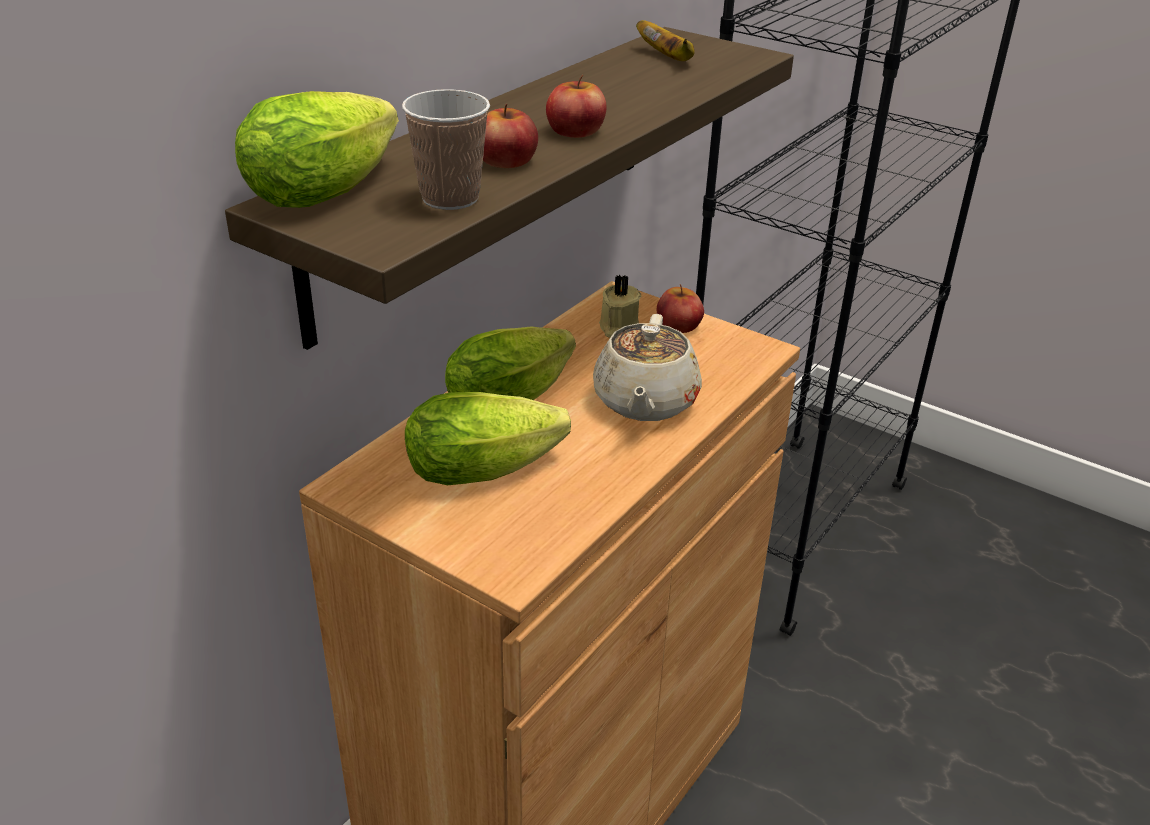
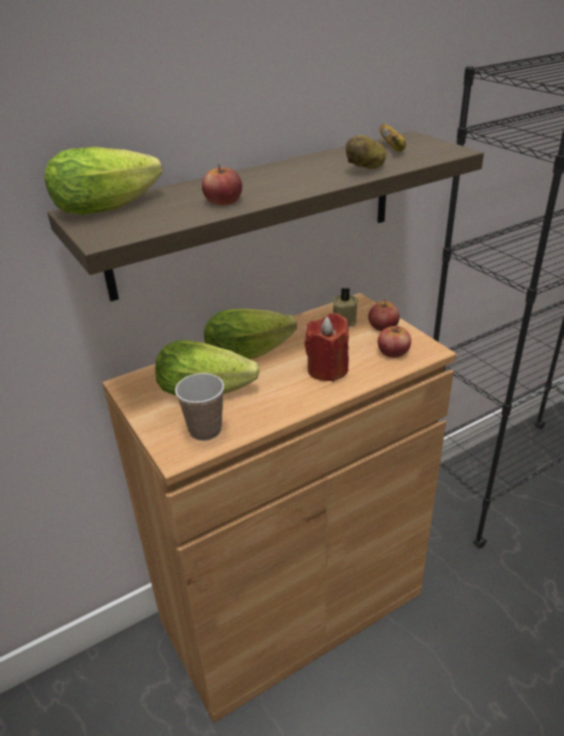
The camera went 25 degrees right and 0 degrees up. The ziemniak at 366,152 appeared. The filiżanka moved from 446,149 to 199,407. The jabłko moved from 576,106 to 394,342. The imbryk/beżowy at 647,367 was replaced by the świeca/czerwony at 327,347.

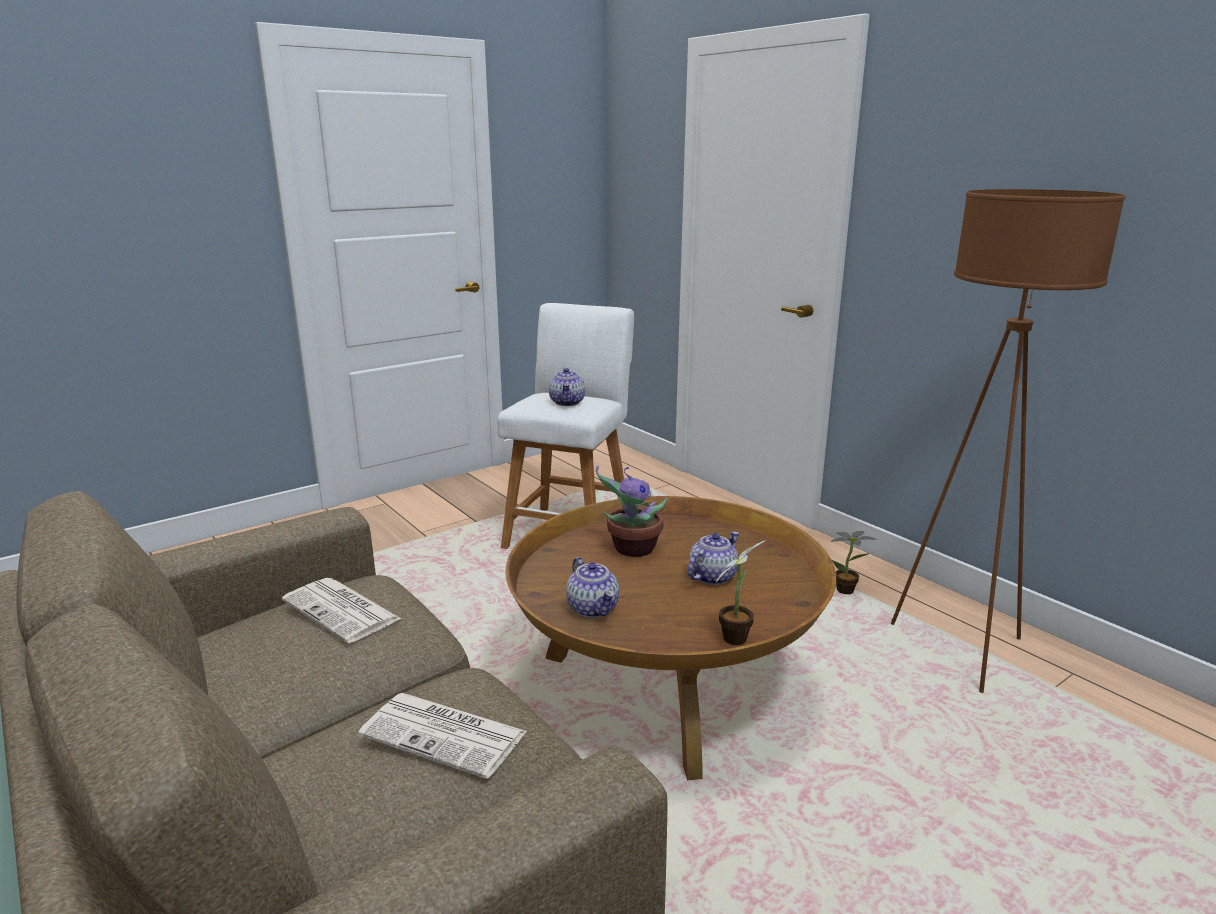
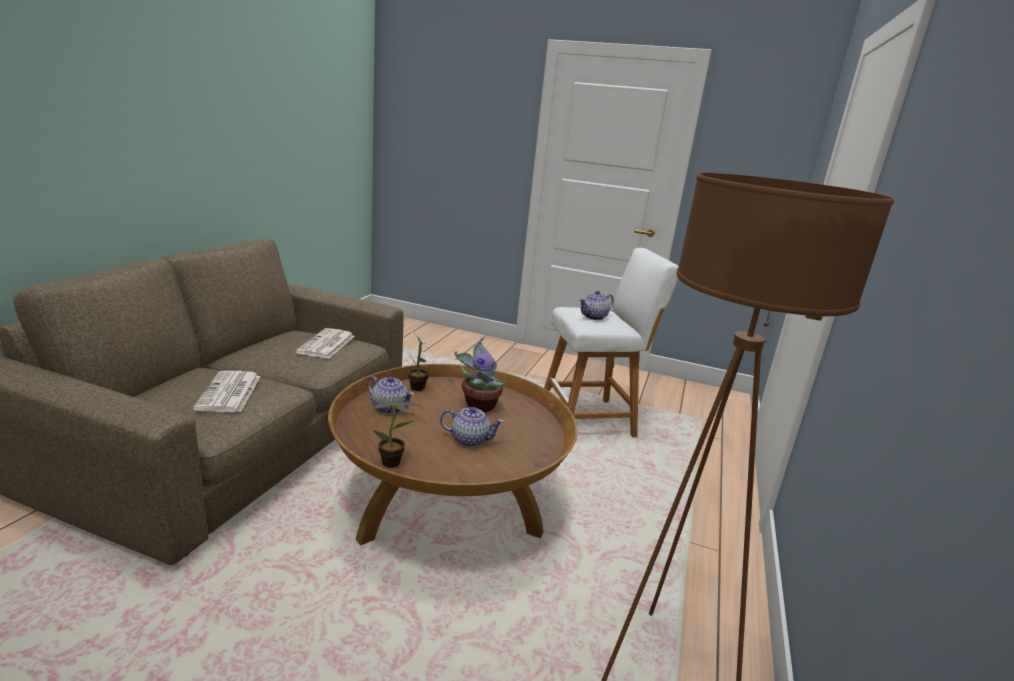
The camera went 55 degrees right and 0 degrees up. The roślina doniczkowa moved from 854,562 to 421,360. The imbryk at 592,587 turned 90 degrees counterclockwise.

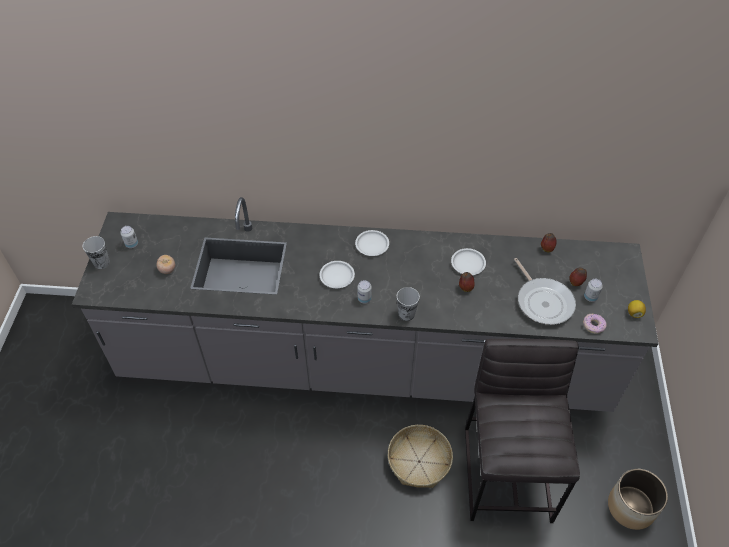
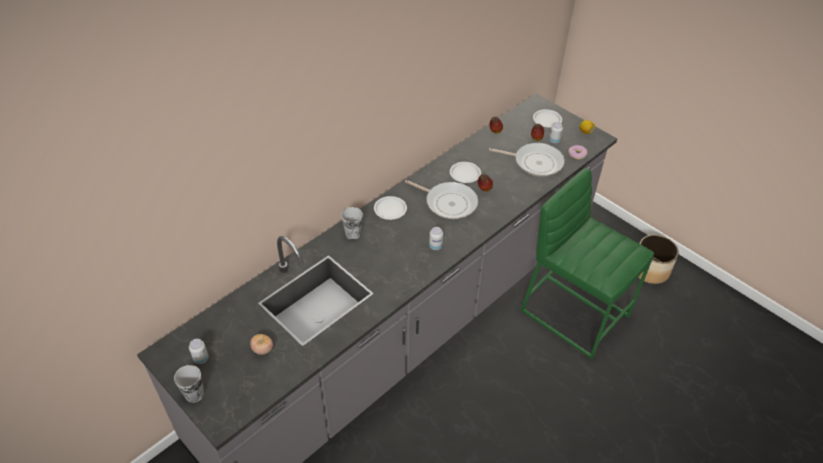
The camera went 50 degrees left and 5 degrees down. The koszyk at 420,456 disappeared. The patelnia at 441,199 appeared. The talerz/biały moved from 337,274 to 547,118. The filiżanka moved from 408,304 to 352,223. The stołek/szary at 522,431 became the stołek/zielony at 587,263.

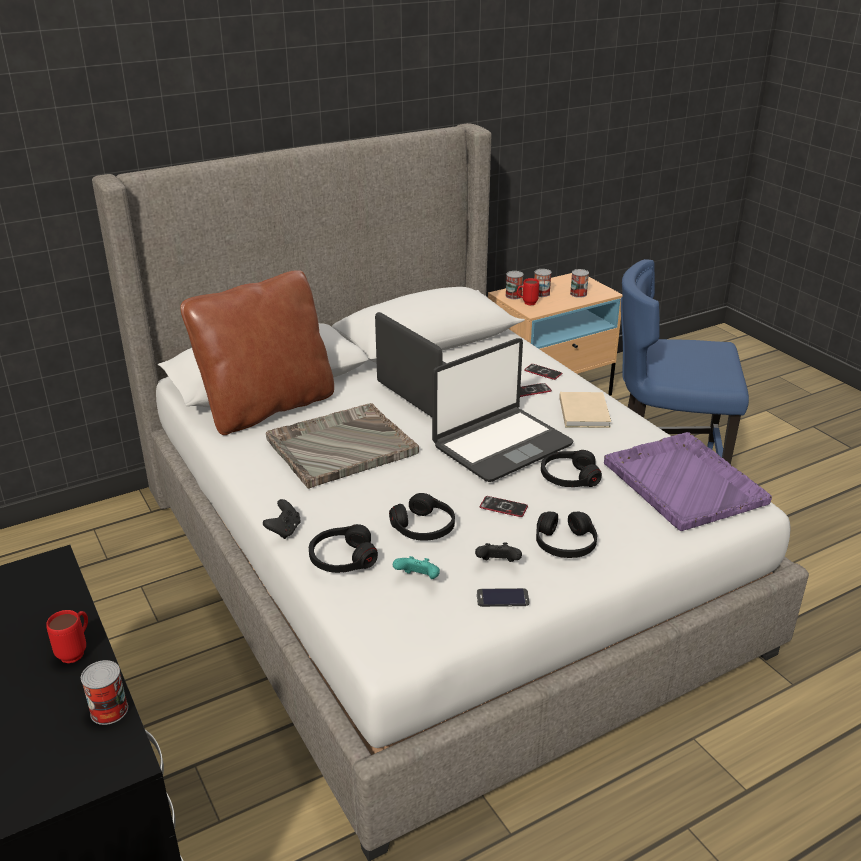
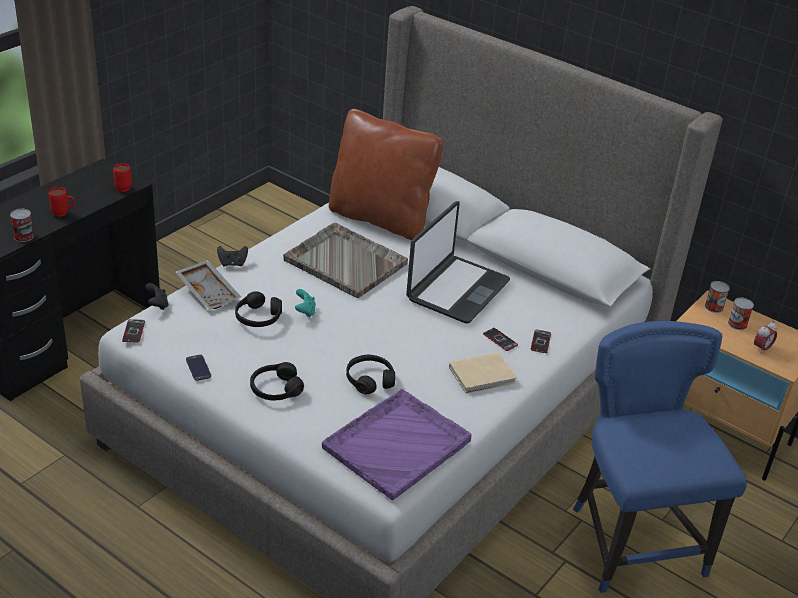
The camera went 65 degrees right and 5 degrees up. The laptop at 503,410 disappeared. The pad do gier/turkusowy moved from 416,567 to 305,303. The pad do gier/czarny moved from 498,552 to 157,296. The telefon moved from 504,506 to 133,330. The kubek/czerwony moved from 528,291 to 122,177. The słuchawki/czarny at 343,548 was replaced by the taca/szary at 208,285. The puszka at 579,283 was replaced by the budzik at 765,337.

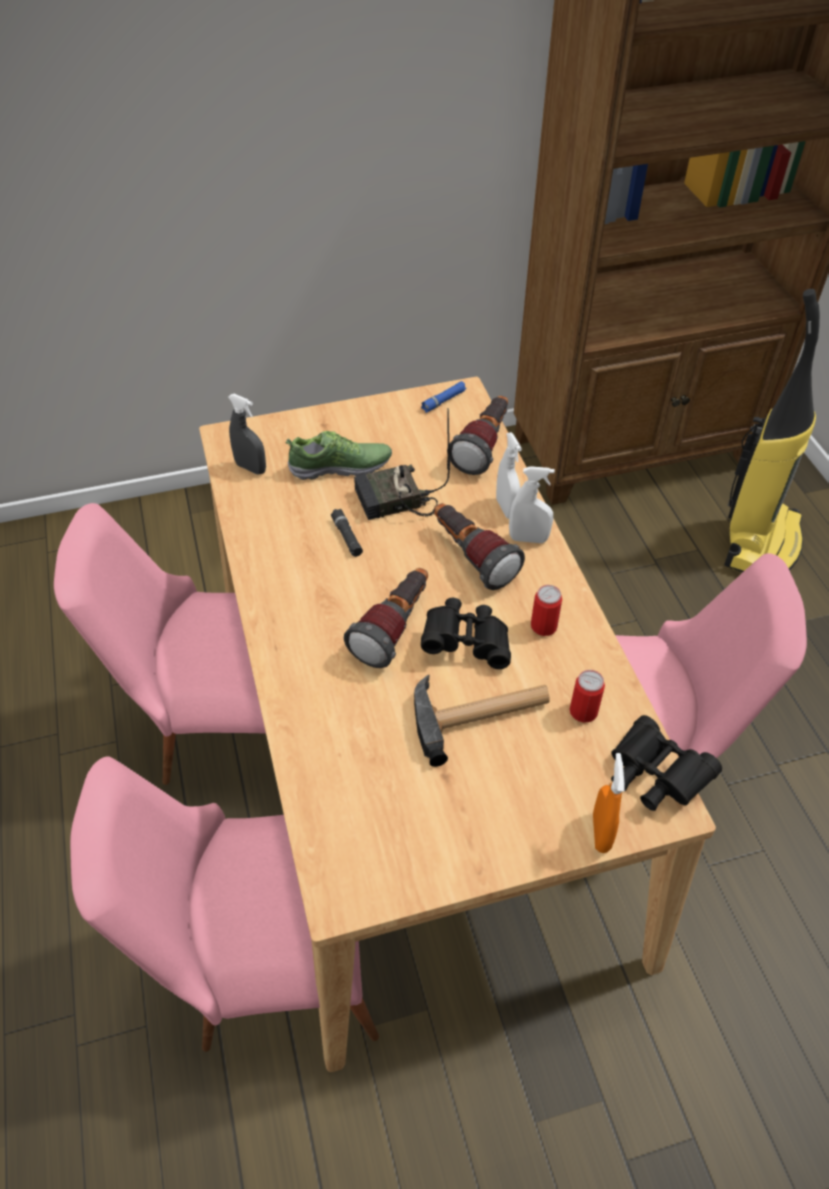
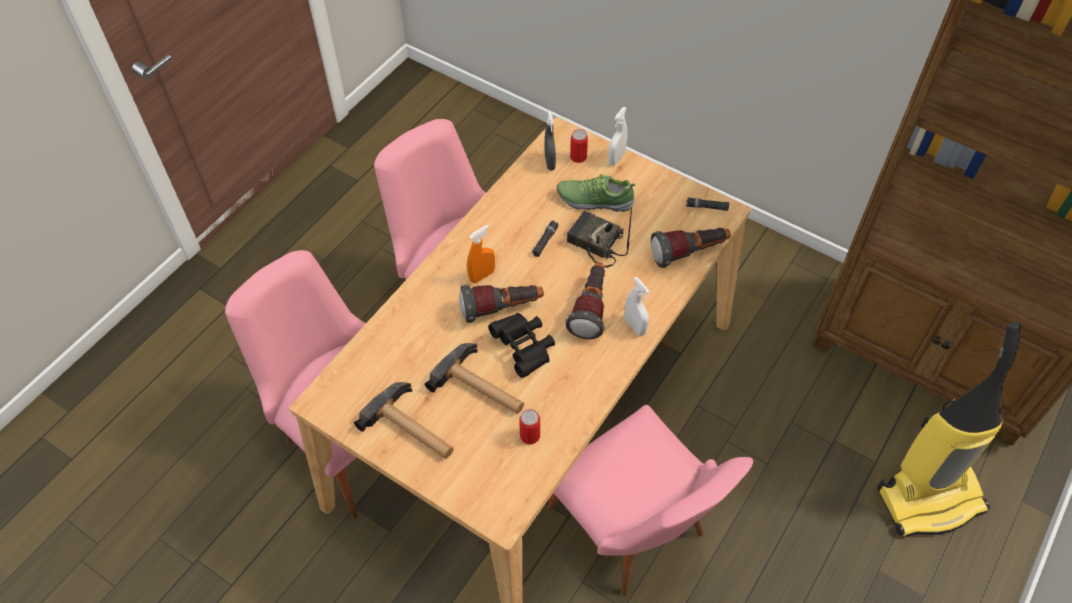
The camera went 50 degrees right and 5 degrees up. The lornetka/czarny at 666,763 disappeared. The młotek at 404,420 appeared. The spryskiwacz/biały moved from 509,475 to 618,136. The puszka moved from 546,610 to 579,146. The spryskiwacz/pomarańczowy moved from 609,803 to 481,254. The latarka/niebieski at 443,397 became the latarka/czarny at 707,204. The but at 338,455 turned 150 degrees clockwise.

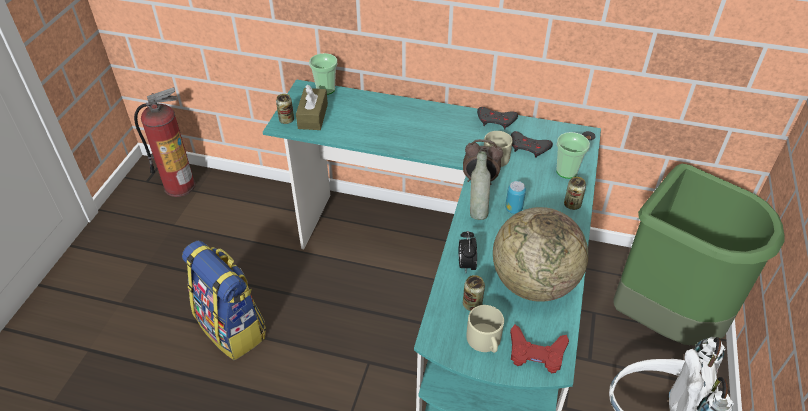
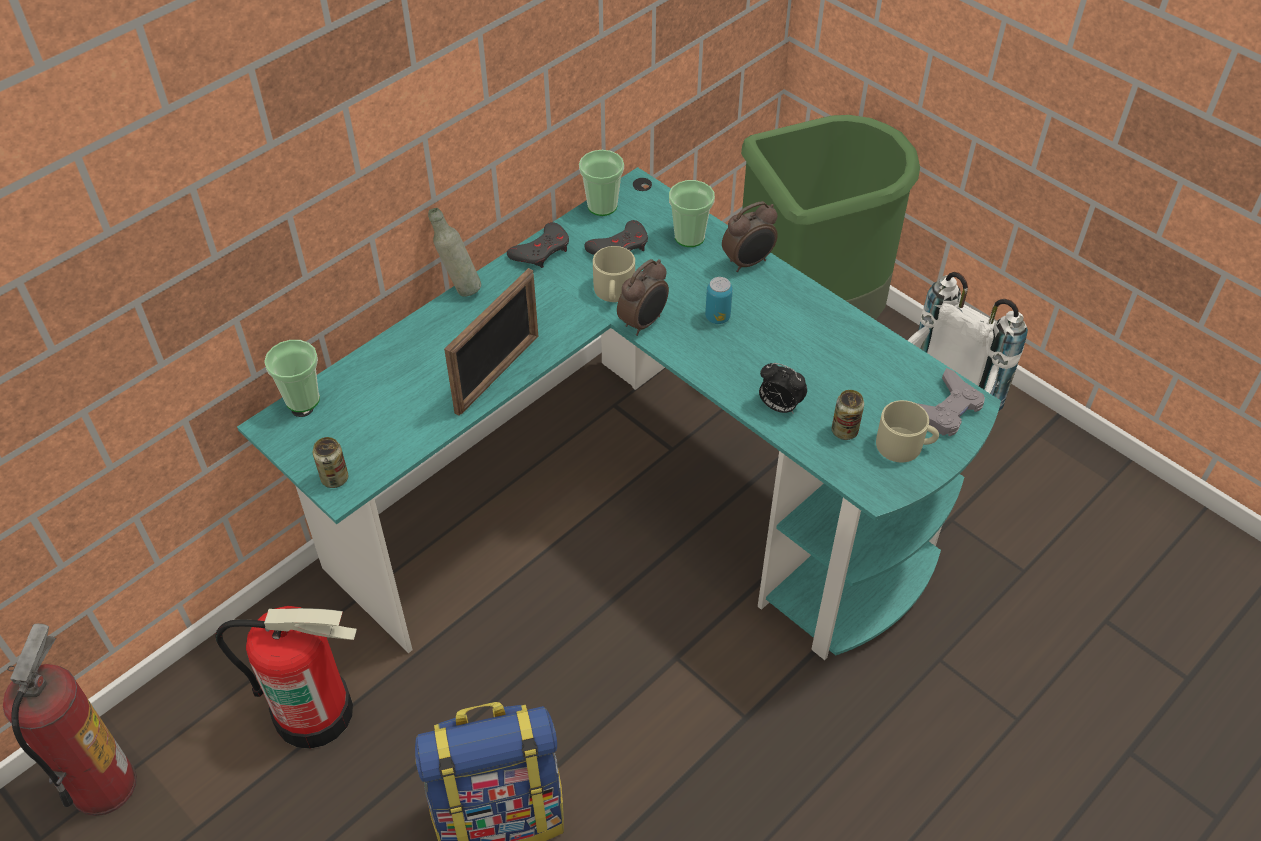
The camera went 60 degrees left and 5 degrees up. The pudełko chusteczek/brązowy at 312,107 disappeared. The globus at 540,254 disappeared. The gaśnica at 286,677 appeared. The ramka na zdjęcie at 491,342 appeared. The filiżanka at 601,183 appeared. The butelka/szary moved from 480,185 to 454,252. The puszka at 575,193 was replaced by the budzik at 750,236. The pad do gier/czerwony at 539,349 became the pad do gier/szary at 950,402.

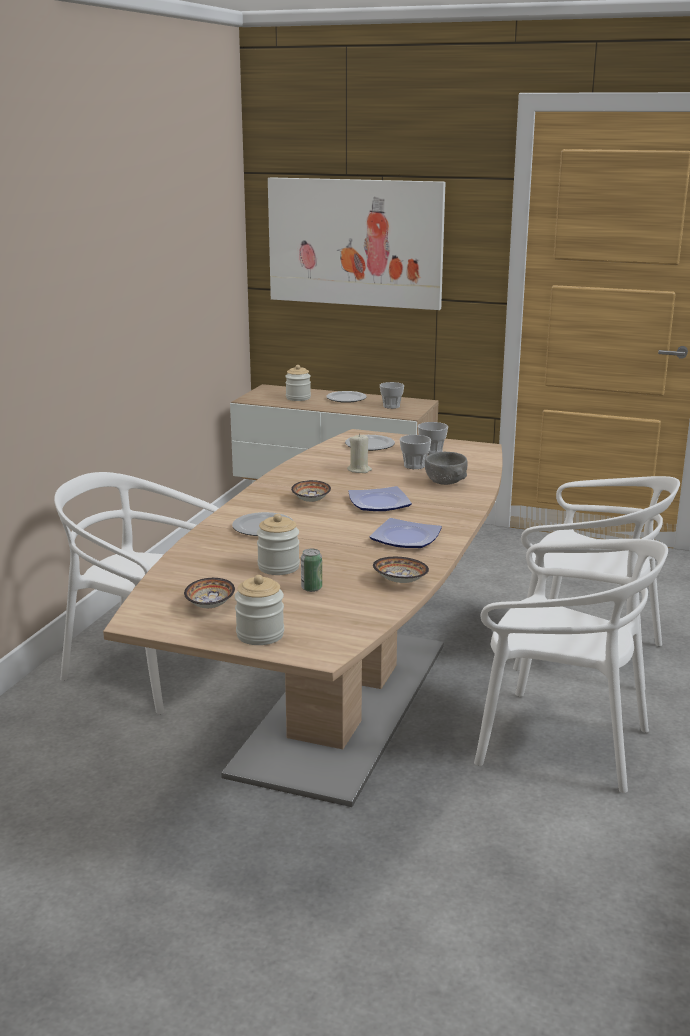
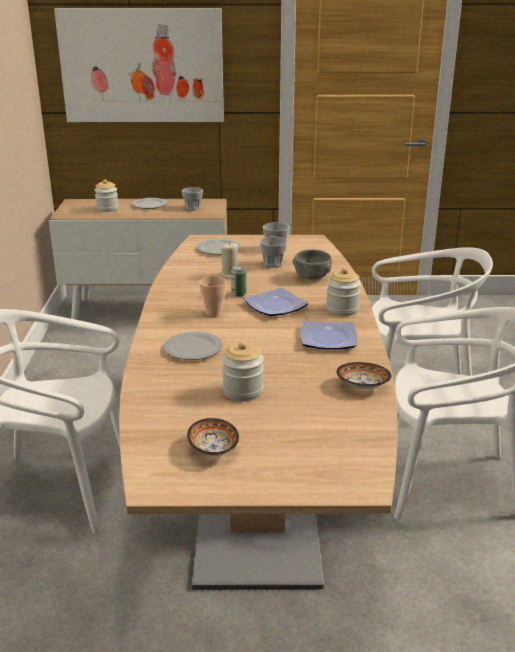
The camera went 20 degrees left and 5 degrees up. The słoik moved from 259,610 to 343,291. The puszka moved from 311,570 to 239,281. The miska at 311,491 was replaced by the filiżanka at 213,296.

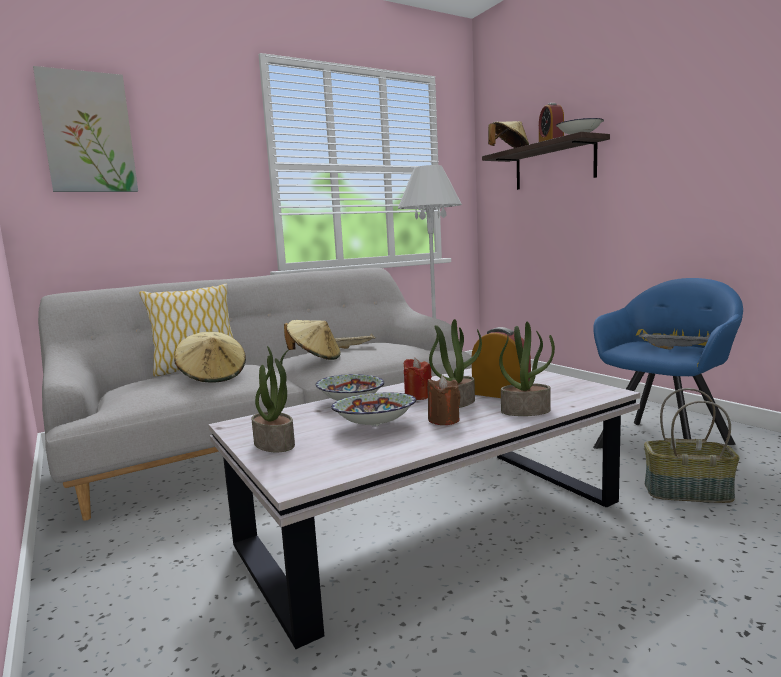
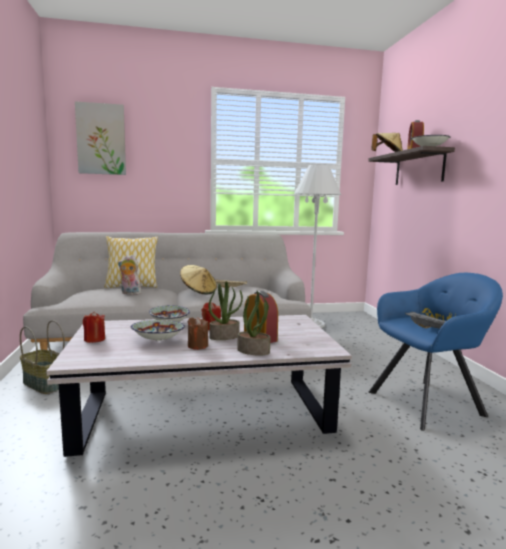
The camera went 20 degrees right and 0 degrees up. The koszyk moved from 692,445 to 42,357. The kapelusz/beżowy at 210,357 was replaced by the pluszak at 130,275. The roślina doniczkowa at 273,399 was replaced by the świeca/czerwony at 94,327.

